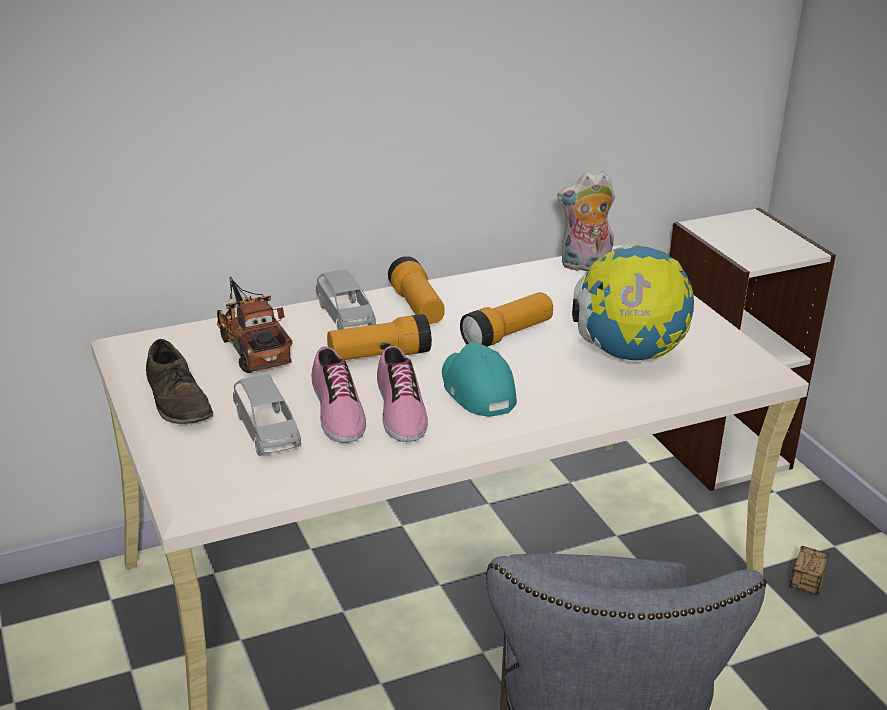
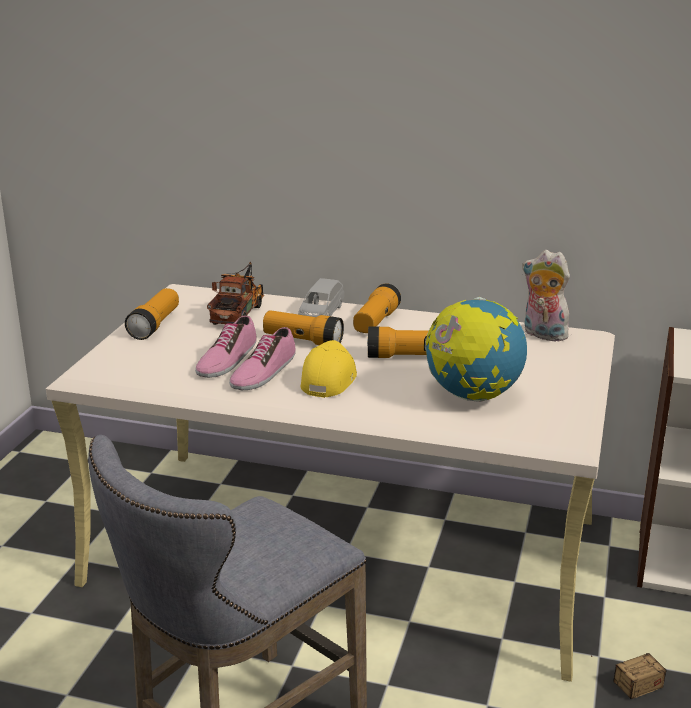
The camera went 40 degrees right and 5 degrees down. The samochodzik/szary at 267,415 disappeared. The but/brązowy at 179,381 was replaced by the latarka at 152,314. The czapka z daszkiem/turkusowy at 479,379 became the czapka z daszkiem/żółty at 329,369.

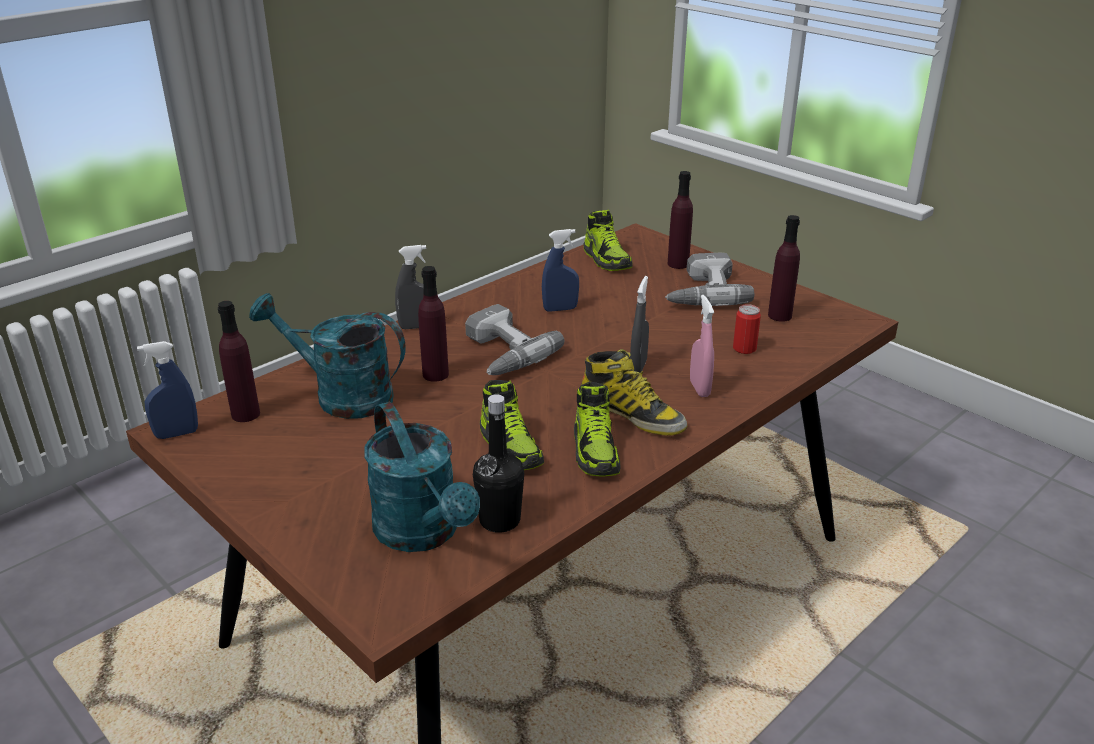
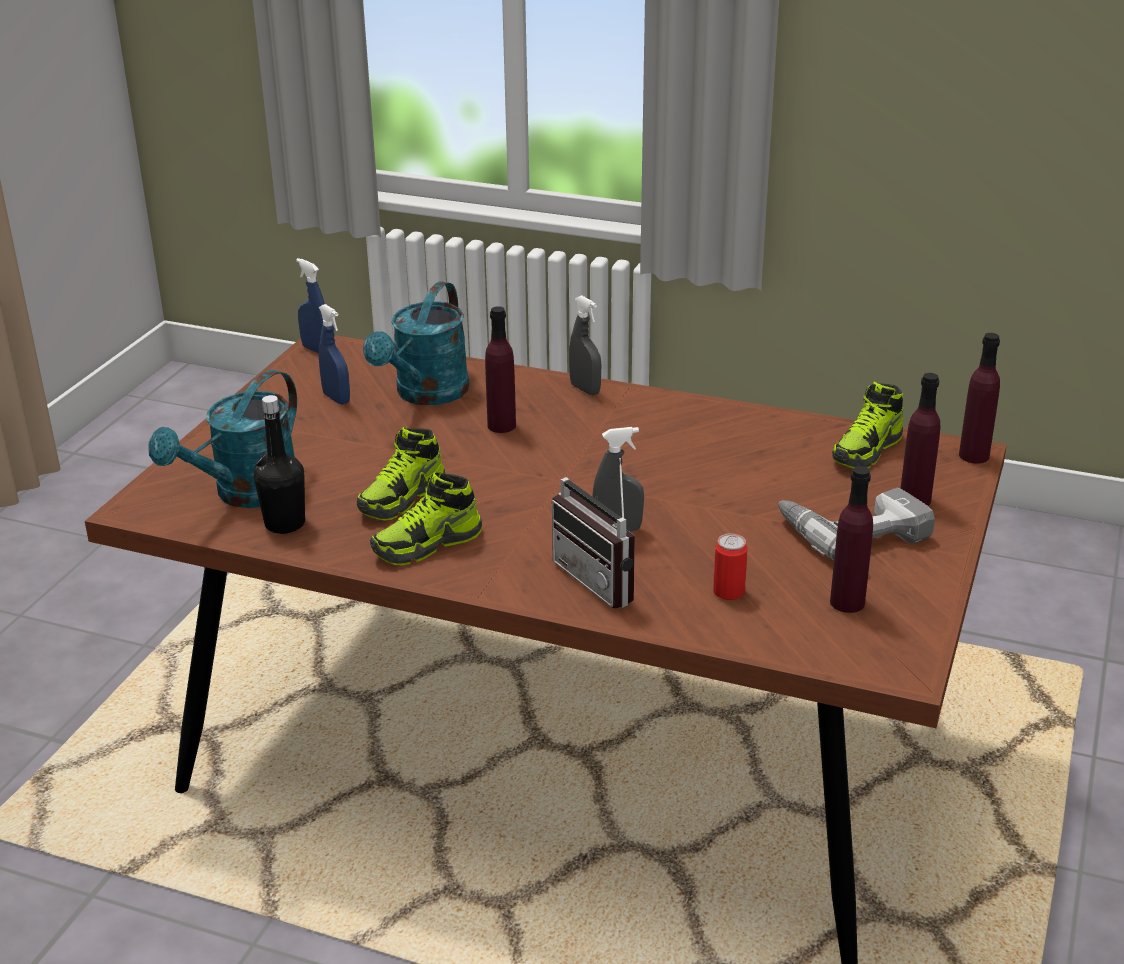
The camera went 65 degrees right and 0 degrees up. The wiertarka at 514,339 disappeared. The but z cholewką at 634,392 disappeared. The butelka/fioletowy moved from 239,361 to 979,398. The spryskiwacz/niebieski moved from 560,270 to 334,354. The spryskiwacz/różowy at 702,346 was replaced by the radio at 593,533. The konewka/turkusowy at 327,356 turned 150 degrees counterclockwise.

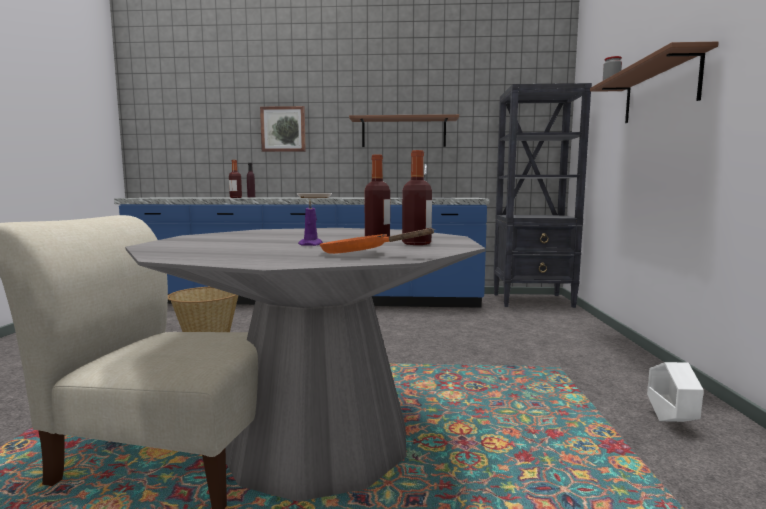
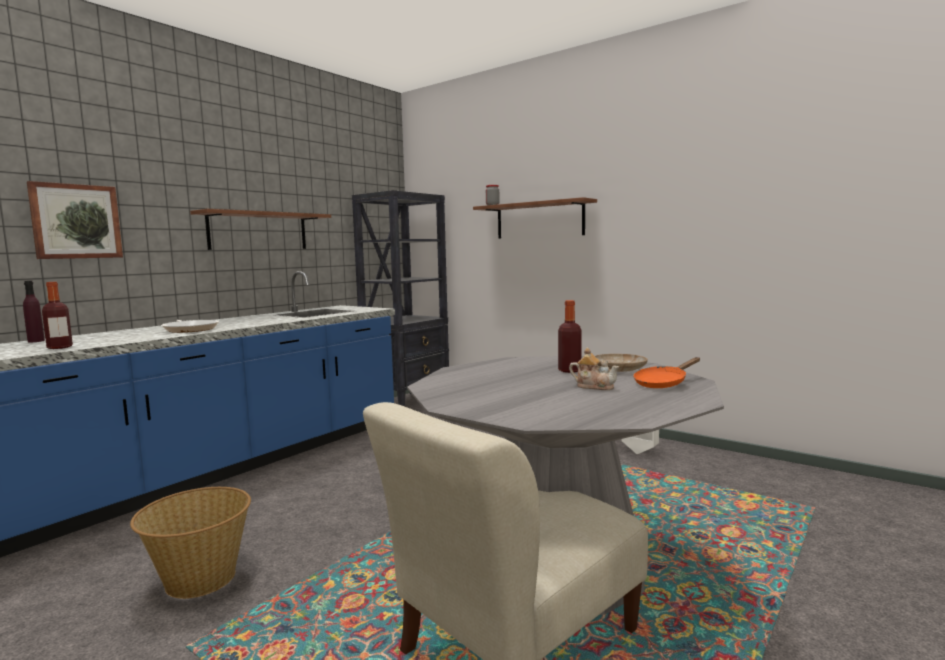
The camera went 55 degrees left and 0 degrees up. The świeca/fioletowy at 310,222 was replaced by the imbryk at 594,368. The butelka at 417,197 was replaced by the talerz/beżowy at 621,363.

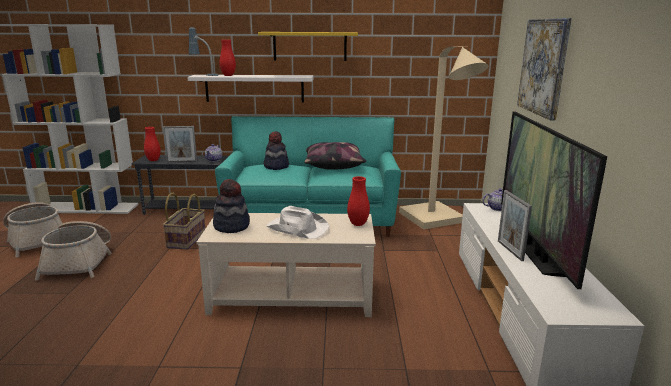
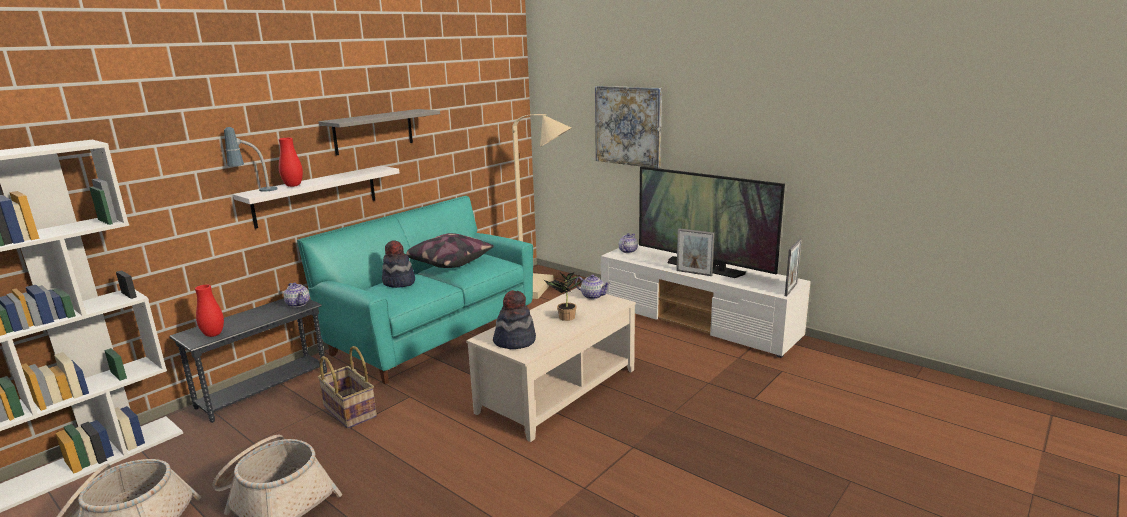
The camera went 50 degrees left and 0 degrees up. The ramka na zdjęcie moved from 180,144 to 793,267. The kapelusz/biały at 298,222 was replaced by the roślina doniczkowa at 563,296. The wazon/czerwony at 358,201 was replaced by the imbryk at 592,287. The półka/żółty at 308,46 became the półka/szary at 379,132.

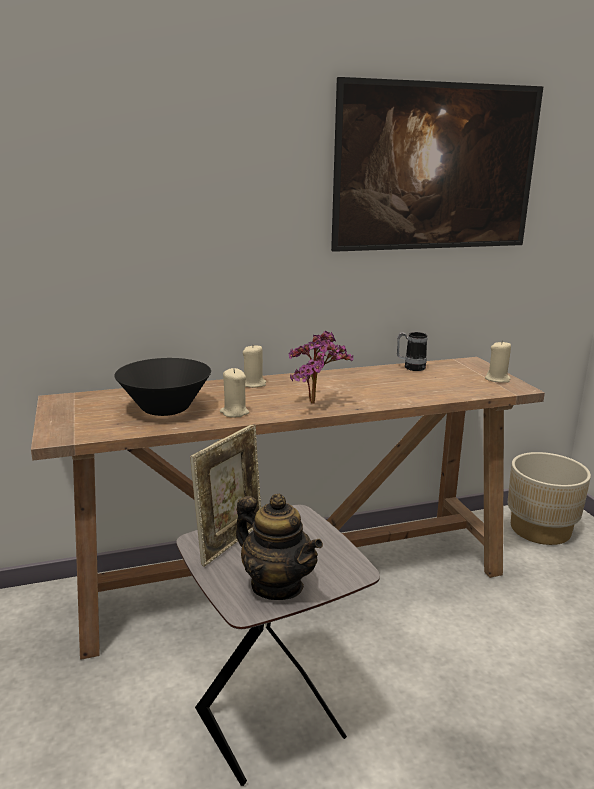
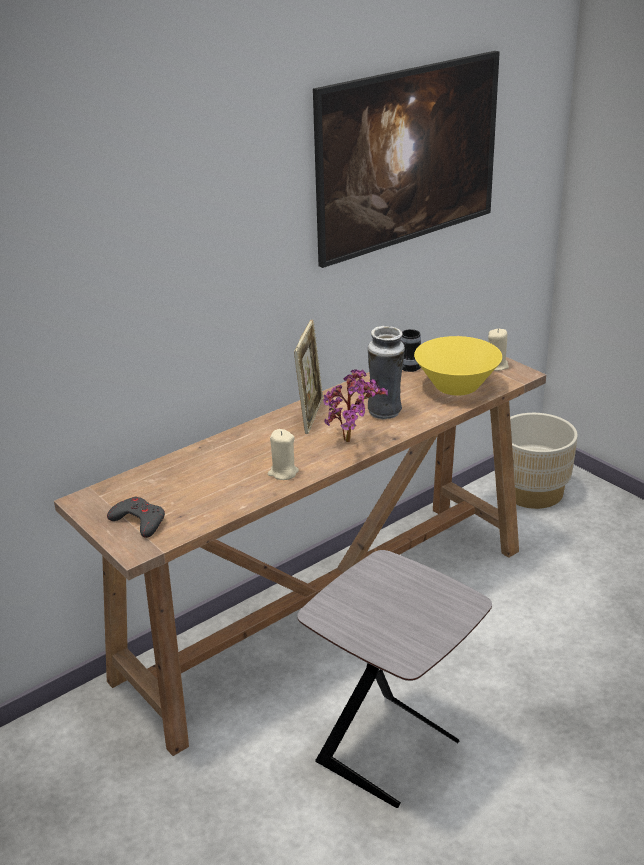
The camera went 20 degrees left and 10 degrees up. The miska/czarny at 162,387 disappeared. The imbryk at 279,547 disappeared. The świeca/beżowy at 254,366 disappeared. The pad do gier/szary at 136,517 appeared. The wazon at 386,372 appeared. The miska/żółty at 458,366 appeared. The ramka na zdjęcie moved from 225,495 to 308,377.

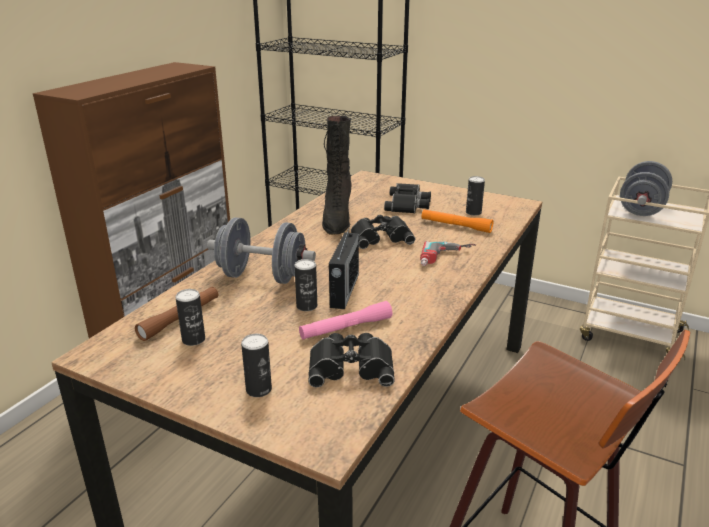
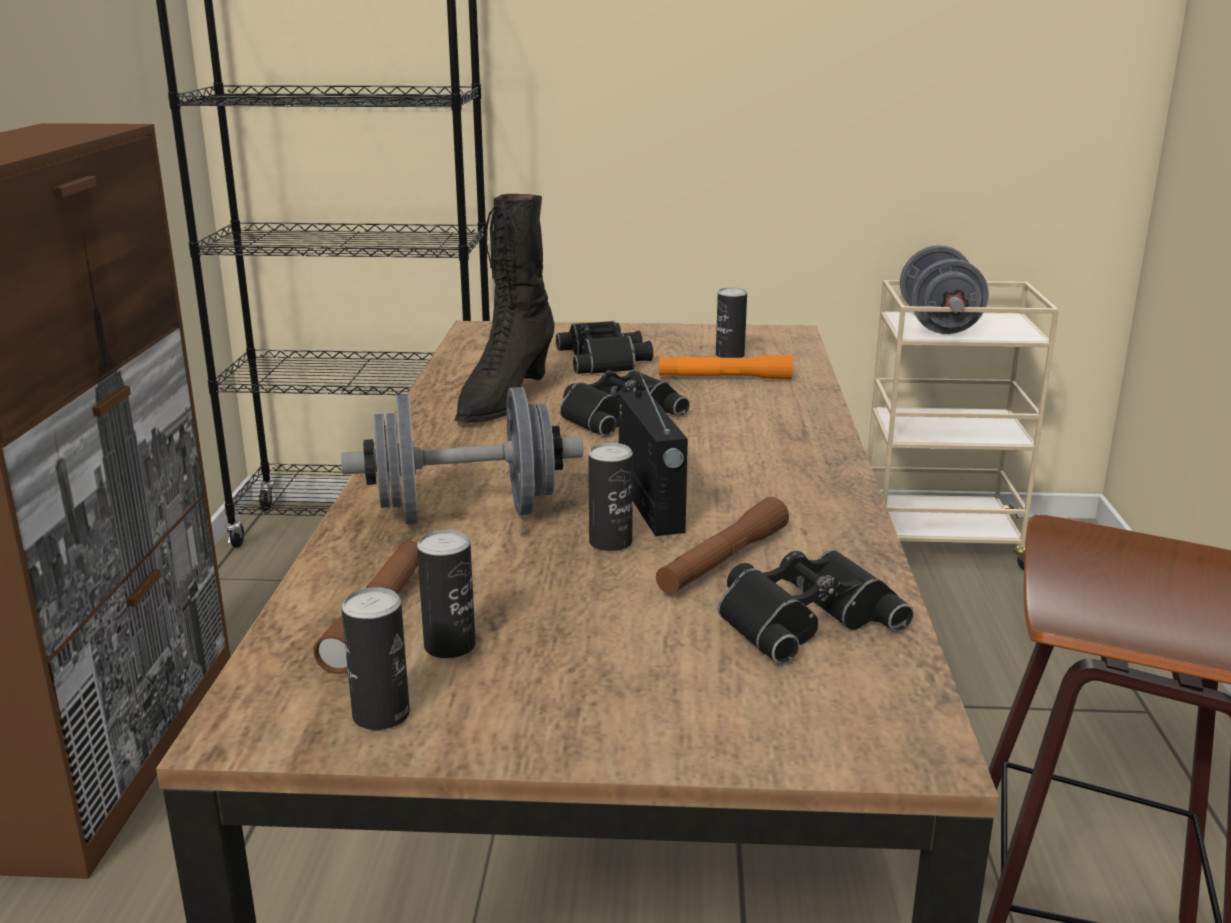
The camera went 25 degrees left and 5 degrees down. The wiertarka at 448,253 disappeared. The puszka moved from 256,365 to 376,658. The latarka/różowy at 345,320 became the latarka/brązowy at 722,545. The but z cholewką/czarny at 337,175 turned 45 degrees clockwise.

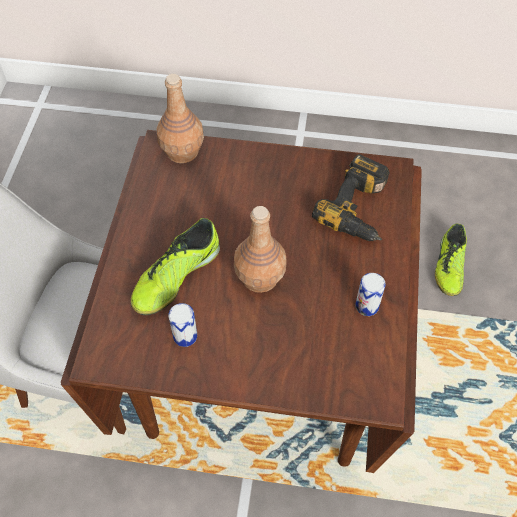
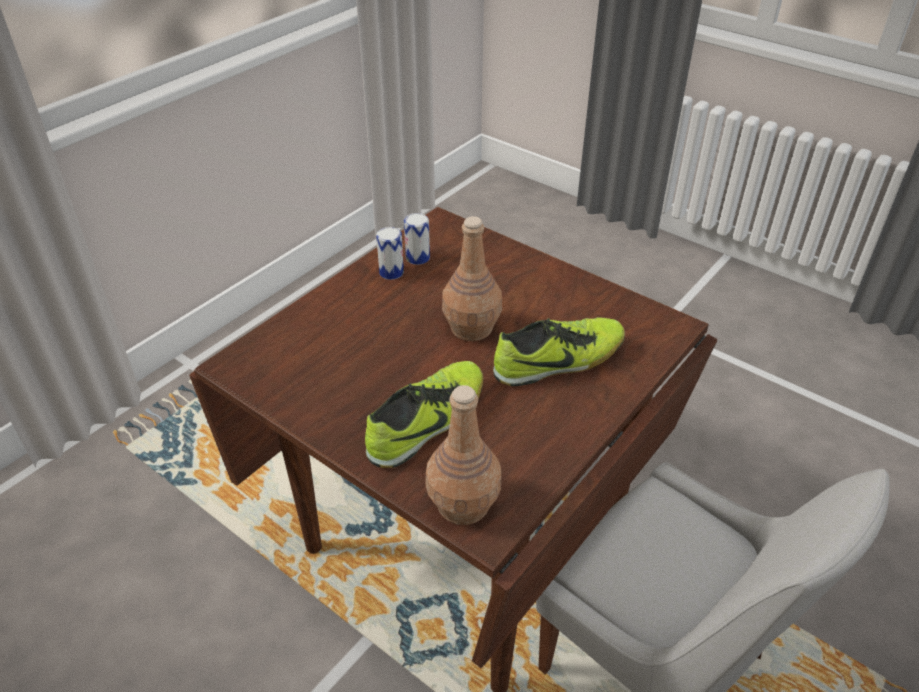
The camera went 150 degrees left and 15 degrees down. The wiertarka at 350,197 disappeared. The puszka moved from 182,325 to 417,239. The but moved from 451,259 to 424,414.

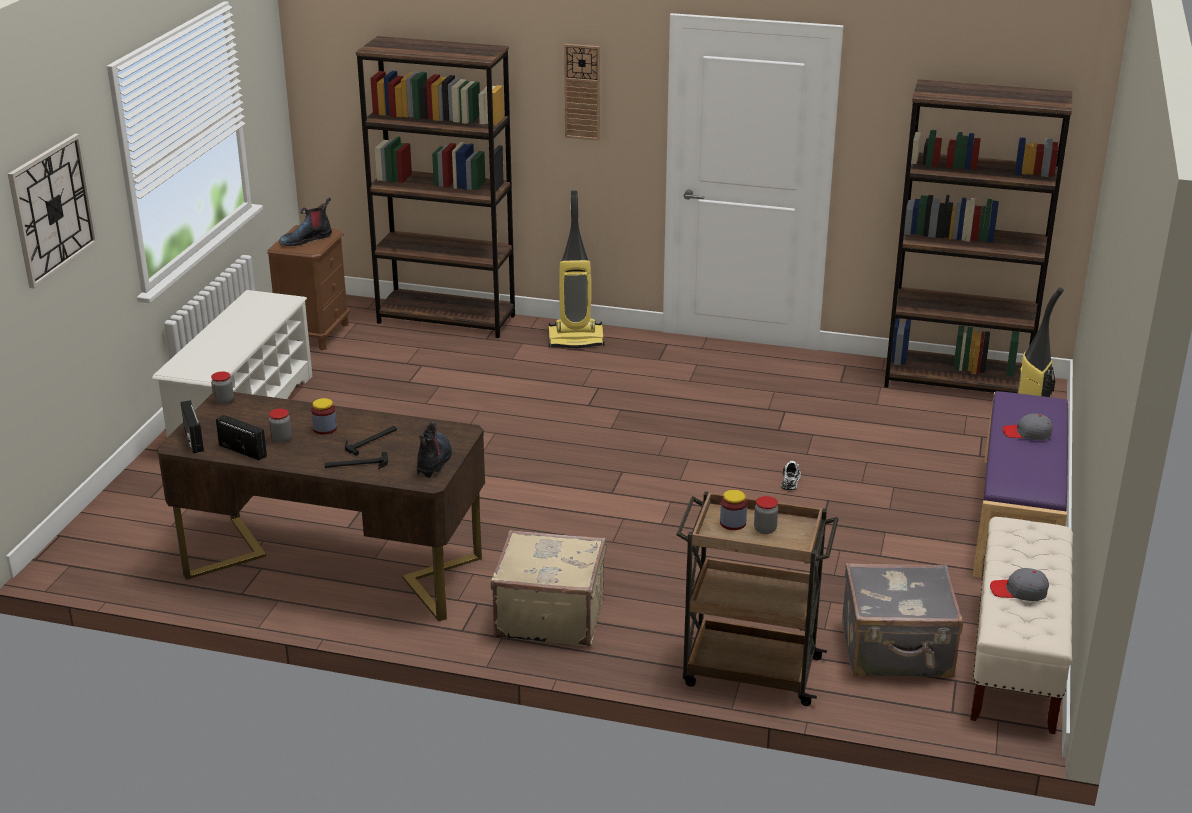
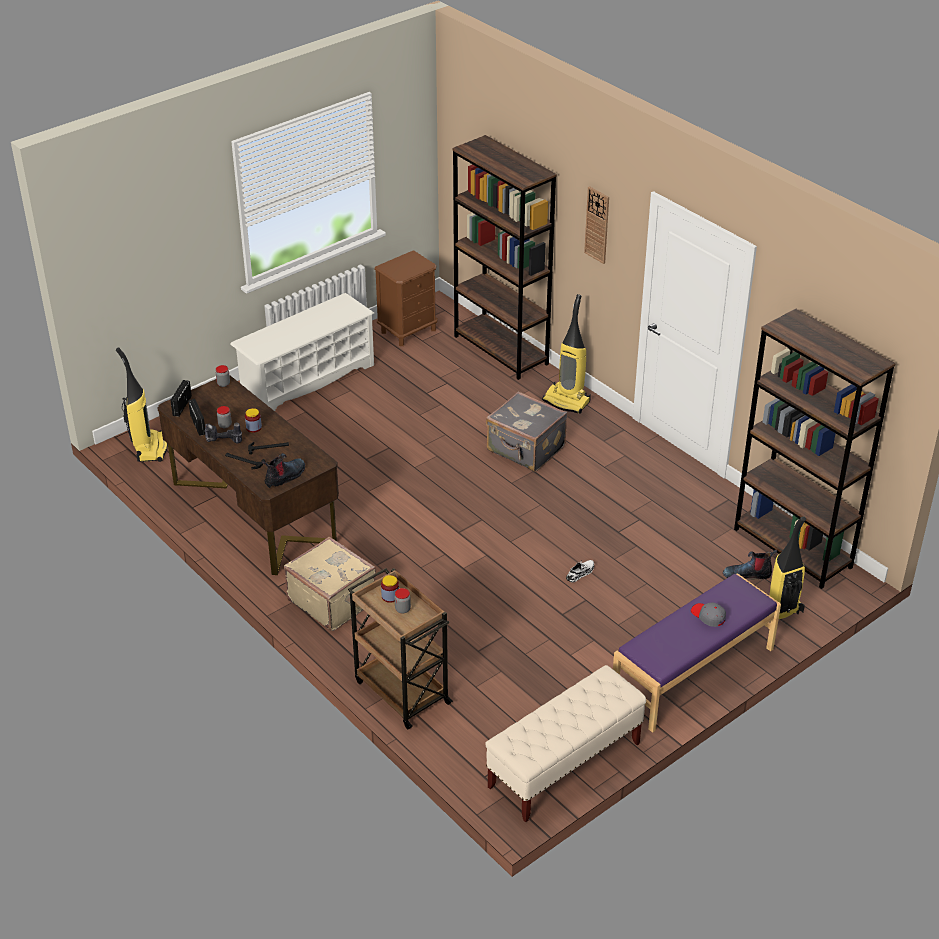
The camera went 35 degrees right and 10 degrees up. The zegar ścienny at 53,211 disappeared. The czapka z daszkiem/szary at 1019,584 disappeared. The odkurzacz at 142,404 appeared. The wiertarka at 223,433 appeared. The but z cholewką moved from 305,221 to 750,565. The walizka/szary moved from 902,620 to 526,431.

